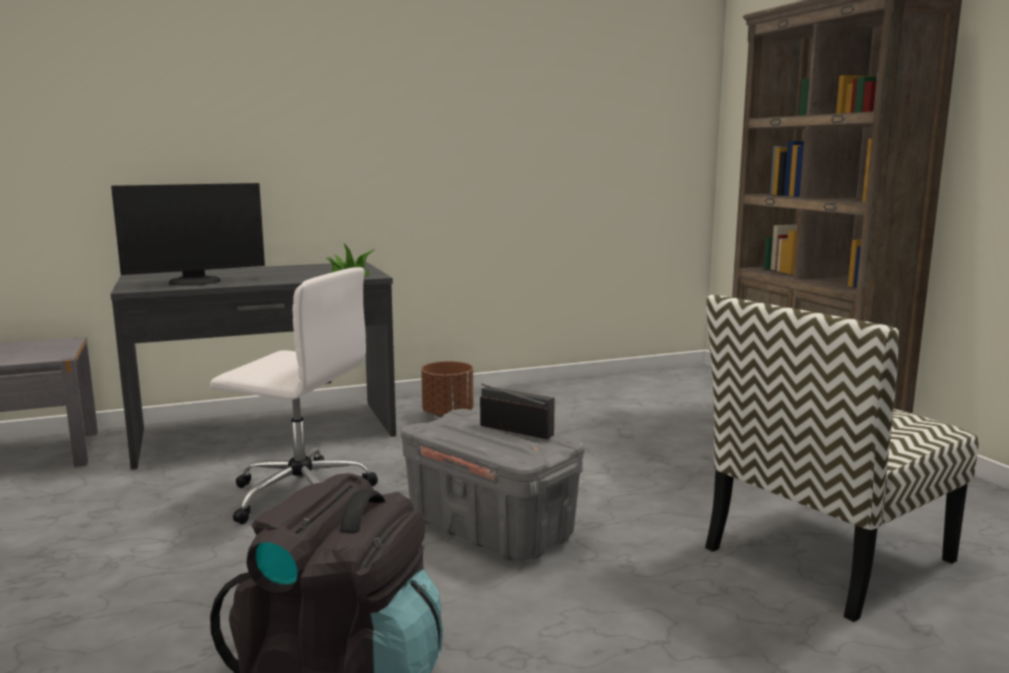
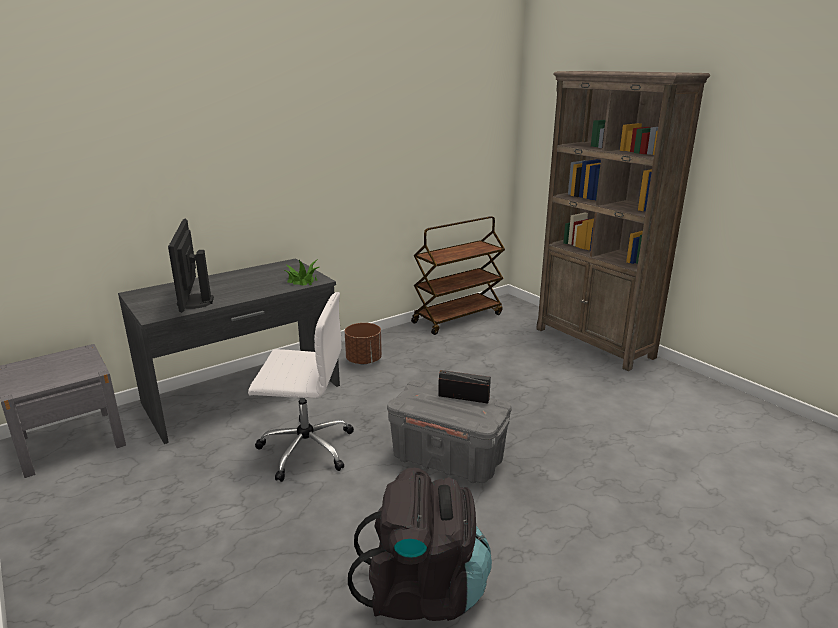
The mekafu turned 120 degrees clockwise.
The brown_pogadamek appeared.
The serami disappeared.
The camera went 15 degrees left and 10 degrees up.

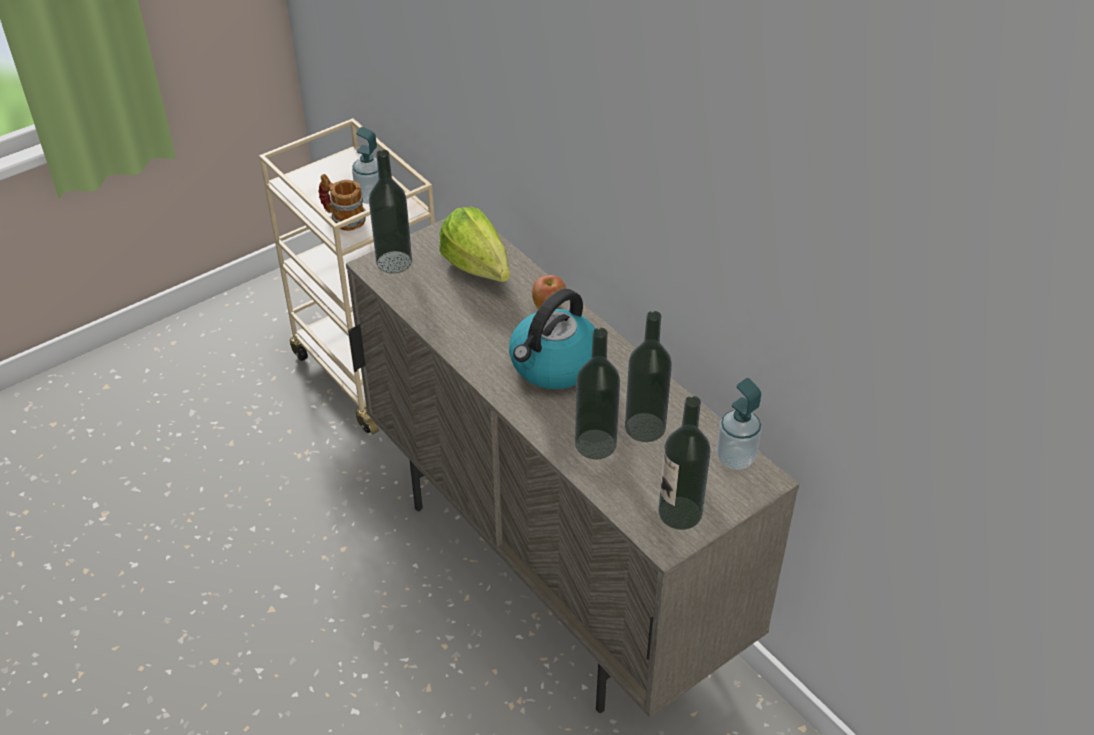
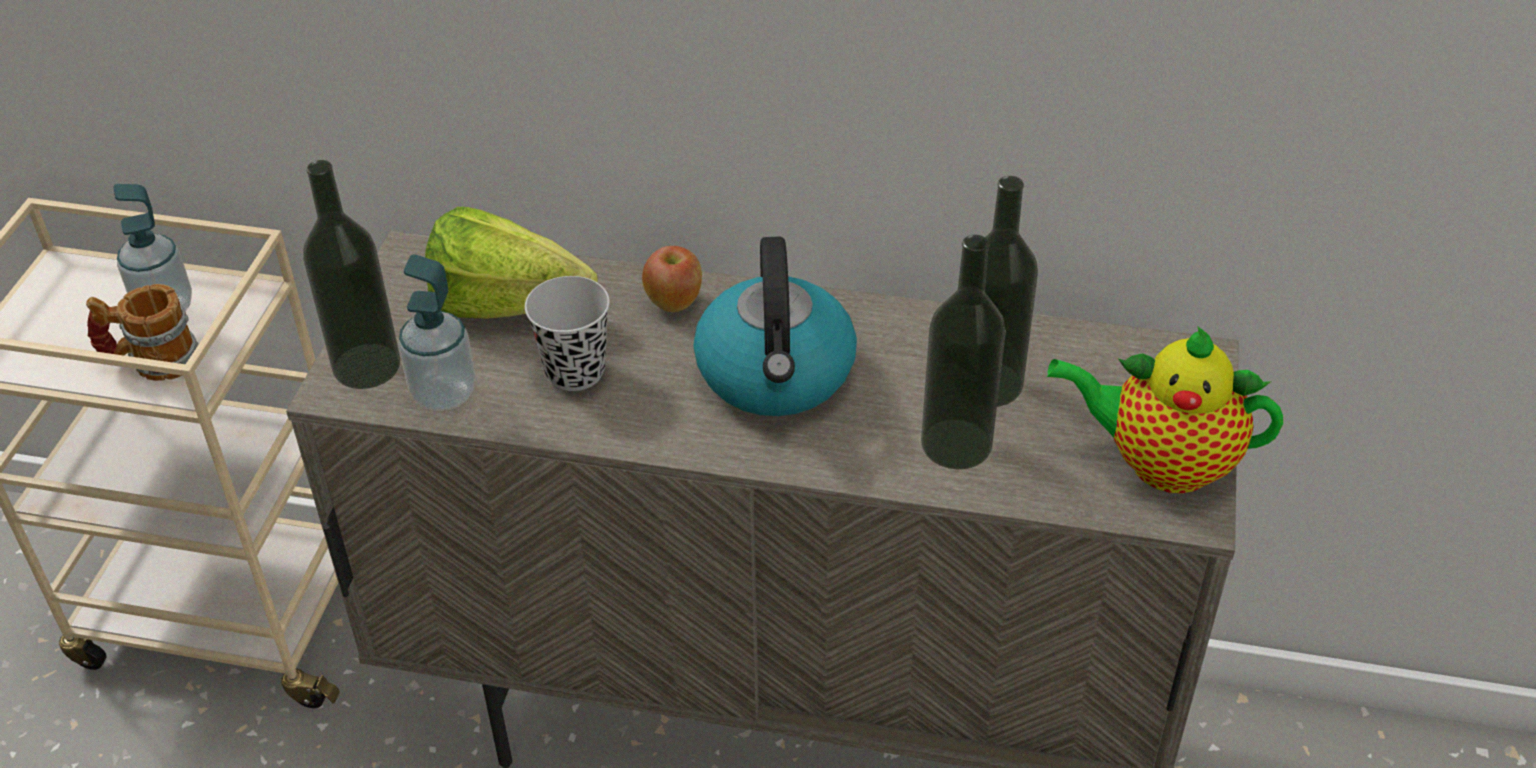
The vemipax (2nd from left) moved.
The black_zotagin appeared.
The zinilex (4th from left) was replaced by the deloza.
The camera went 40 degrees left and 0 degrees up.

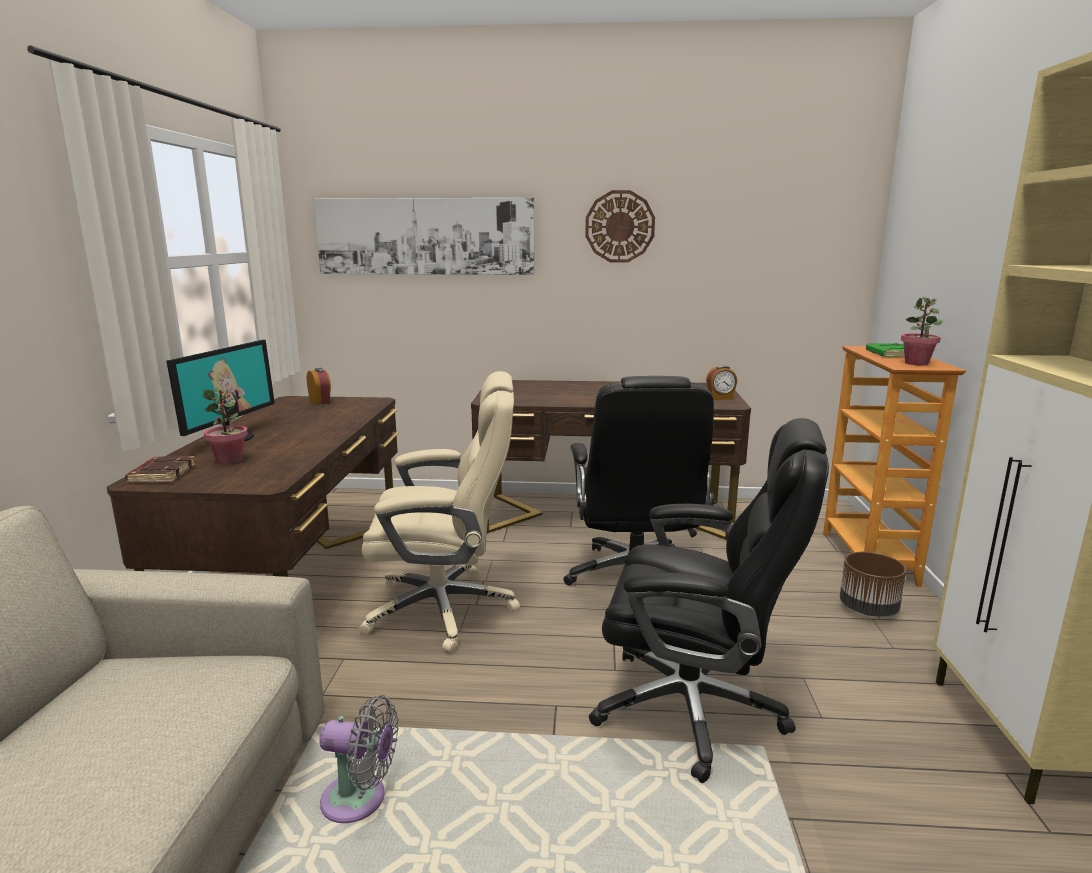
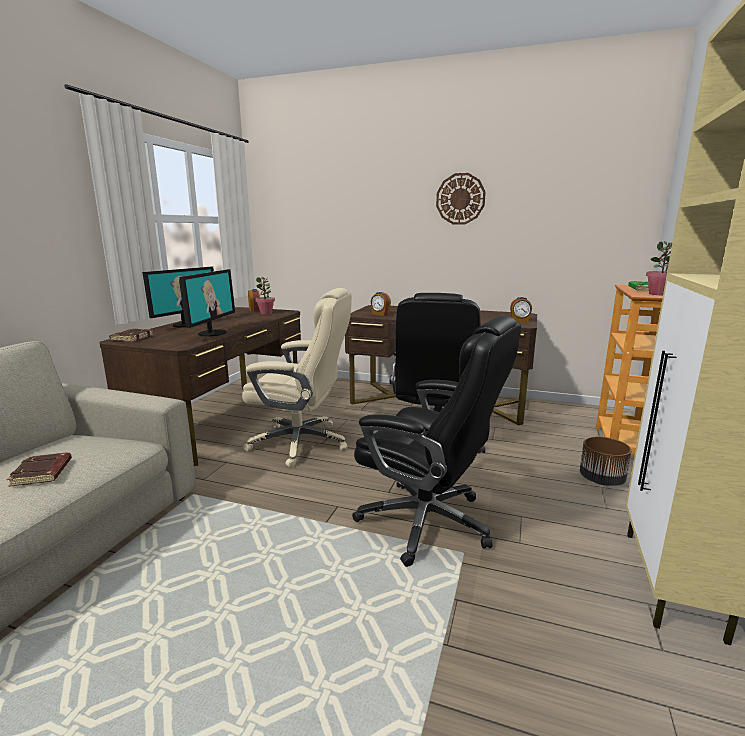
The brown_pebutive (1st from left) appeared.
The mekafu (2nd from left) appeared.
The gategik (1st from left) moved.
The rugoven (2nd from left) appeared.
The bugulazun disappeared.
The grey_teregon disappeared.
The camera went 15 degrees right and 0 degrees up.

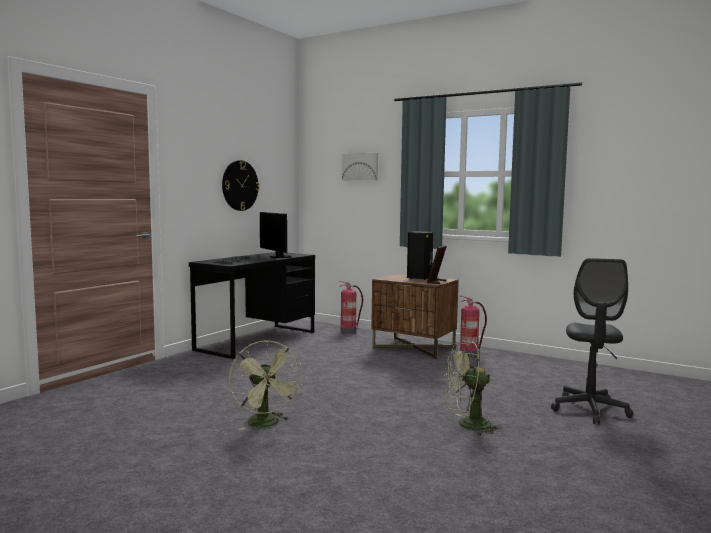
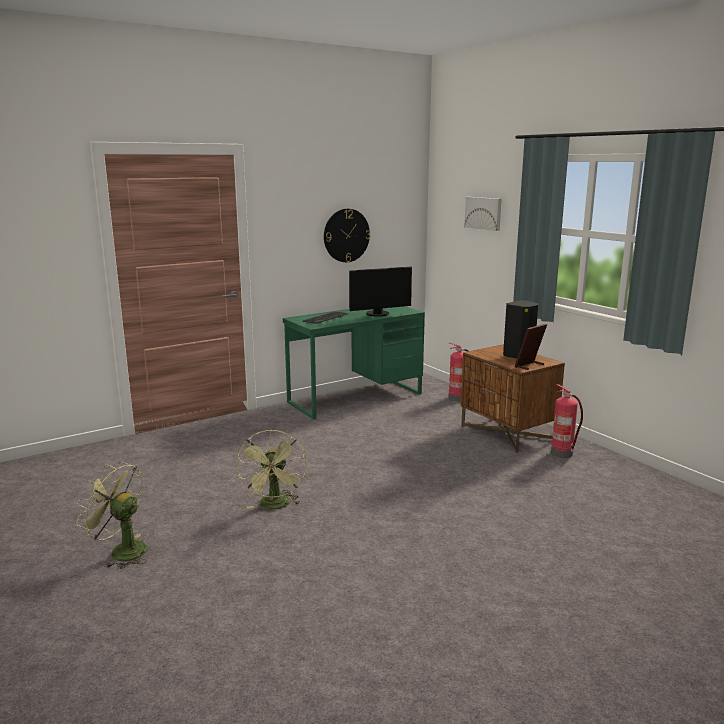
The green_teregon (2nd from left in the first image) moved.
The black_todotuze became the green_todotuze.
The mekafu turned 105 degrees counterclockwise.
The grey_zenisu disappeared.
The camera went 25 degrees right and 10 degrees up.

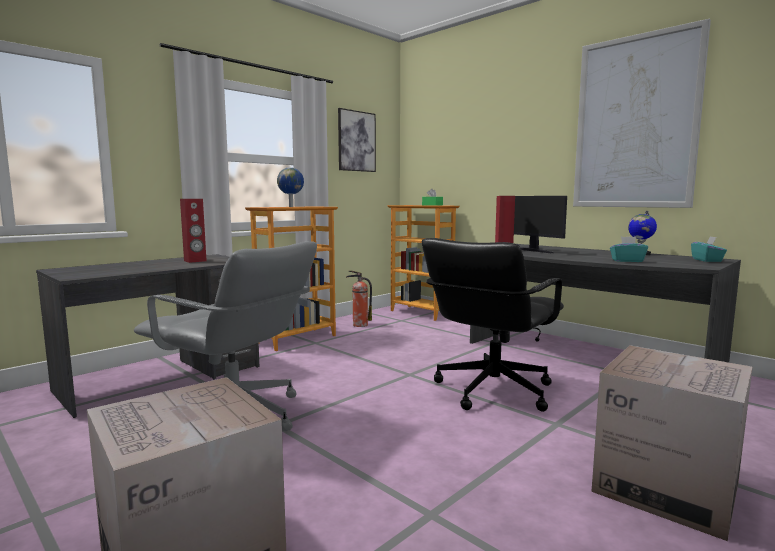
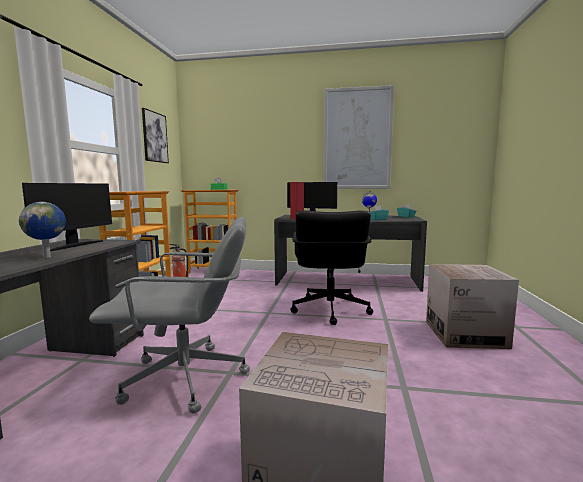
The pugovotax (1st from left) moved.
The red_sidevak (1st from left) was replaced by the mekafu (1st from left).
The camera went 35 degrees left and 0 degrees up.

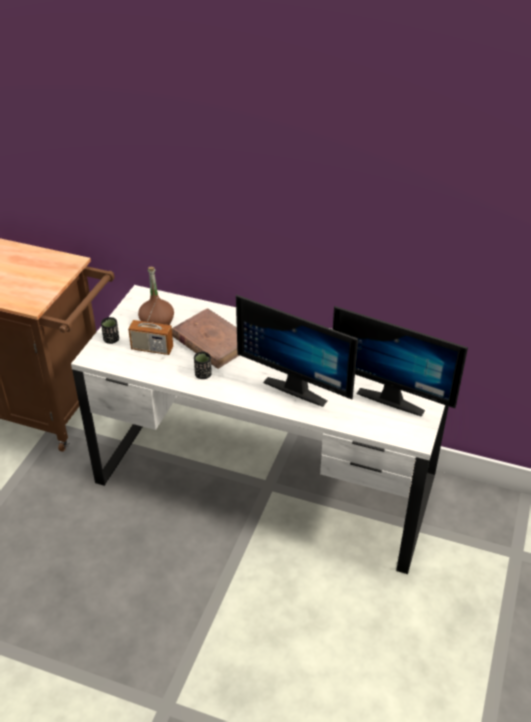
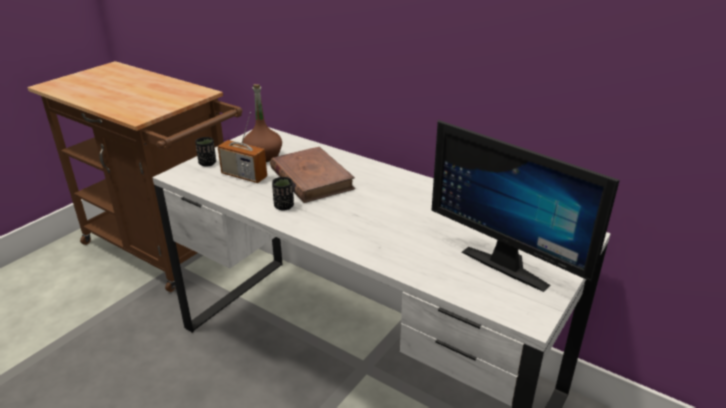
The mekafu (1st from left) disappeared.
The camera went 15 degrees right and 10 degrees down.

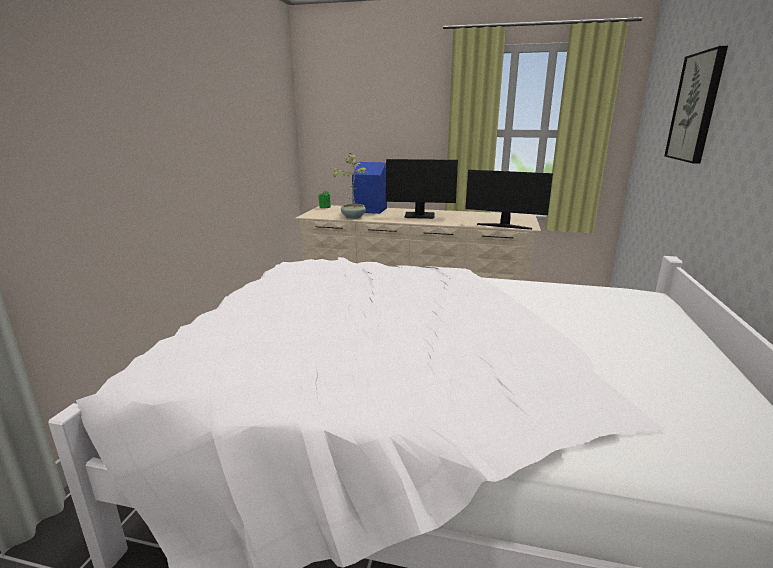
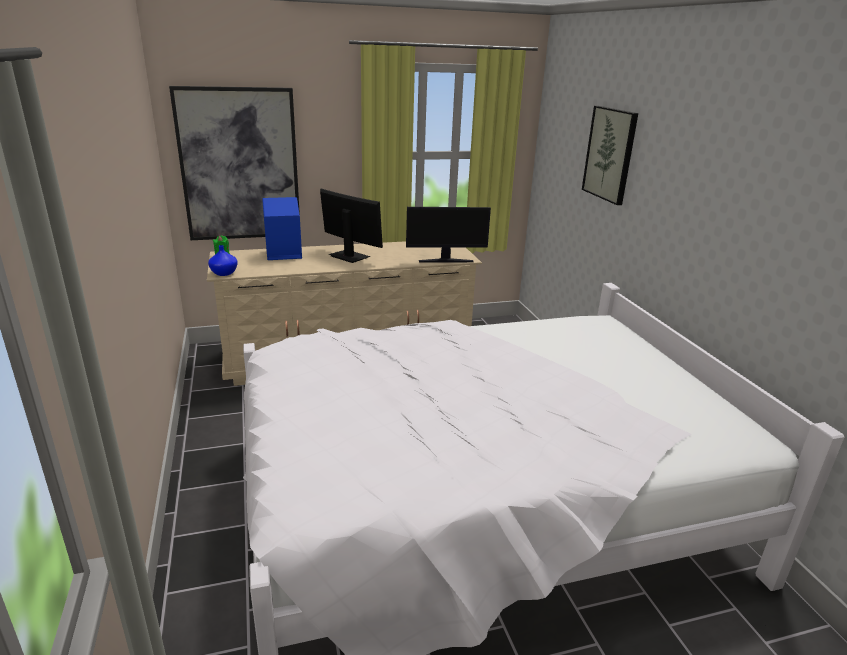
The bugulazun (1st from left) appeared.
The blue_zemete appeared.
The mekafu (1st from left) turned 120 degrees counterclockwise.
The gategik disappeared.
The camera went 30 degrees left and 5 degrees up.

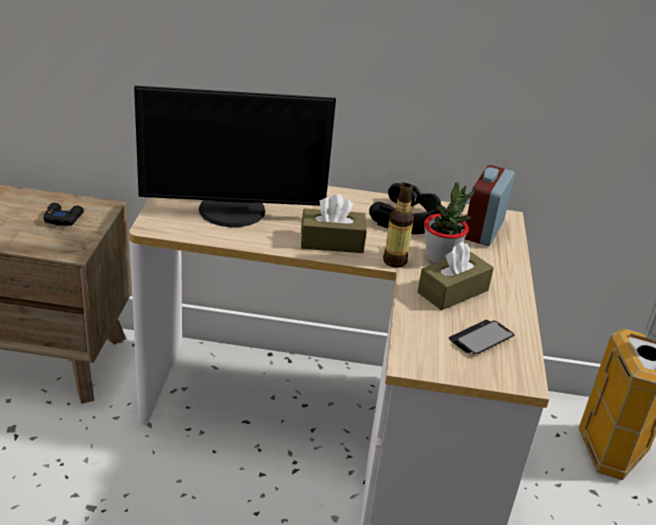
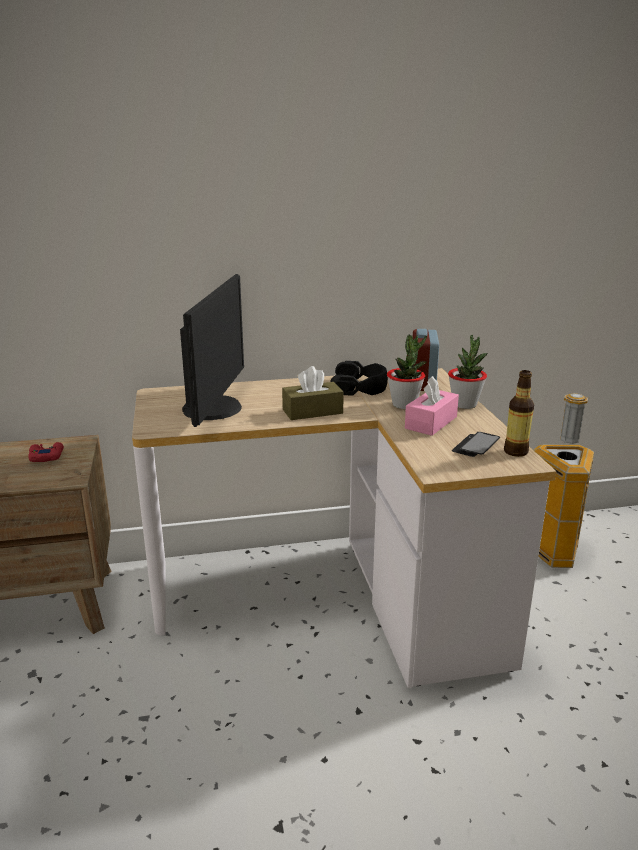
The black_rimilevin became the red_rimilevin.
The mekafu turned 60 degrees counterclockwise.
The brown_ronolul (2nd from left) became the pink_ronolul.
The gategik (2nd from left) appeared.
The zinilex moved.
The camera went 15 degrees left and 10 degrees down.

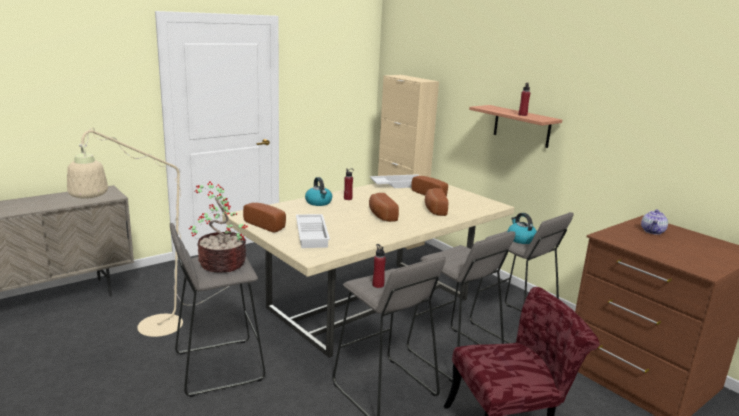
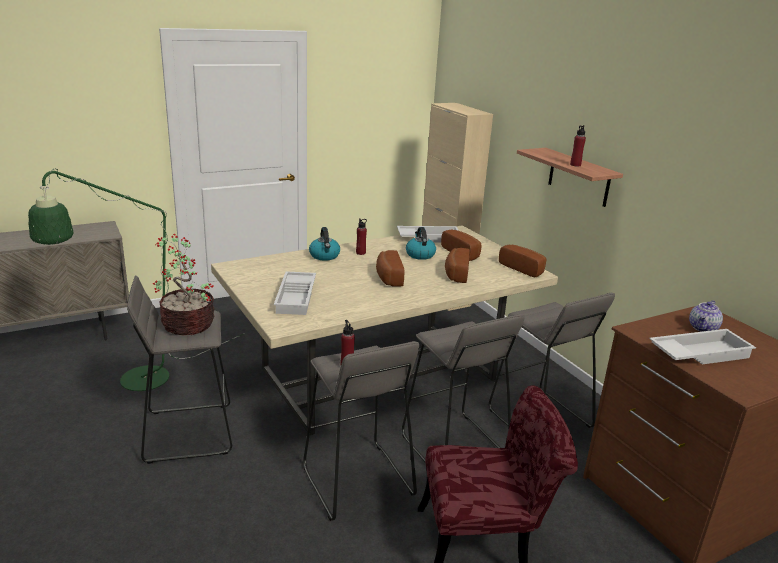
The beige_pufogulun became the green_pufogulun.
The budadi (2nd from left) moved.
The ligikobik (1st from left in the first image) moved.
The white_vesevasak (3rd from left) appeared.
The camera went 10 degrees right and 5 degrees up.

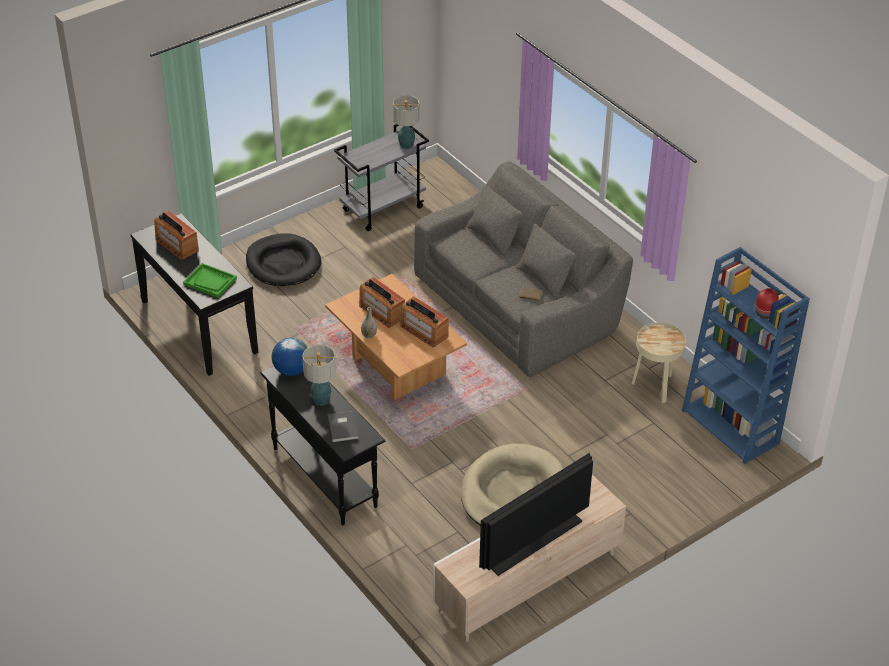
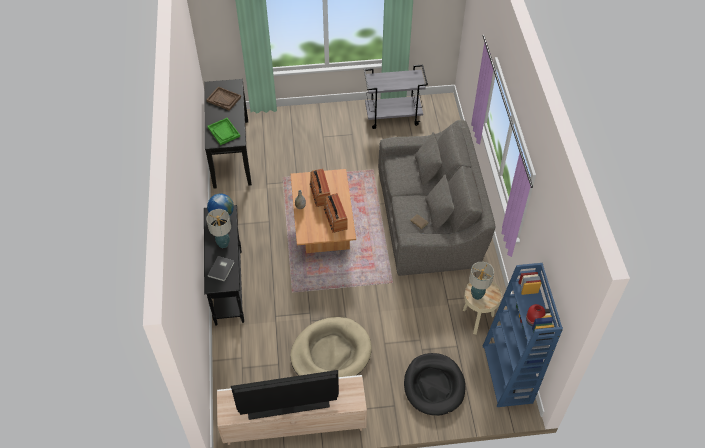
The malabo (1st from left) was replaced by the brown_vesevasak.
The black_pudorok moved.
The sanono (2nd from left) moved.
The camera went 30 degrees right and 10 degrees up.

